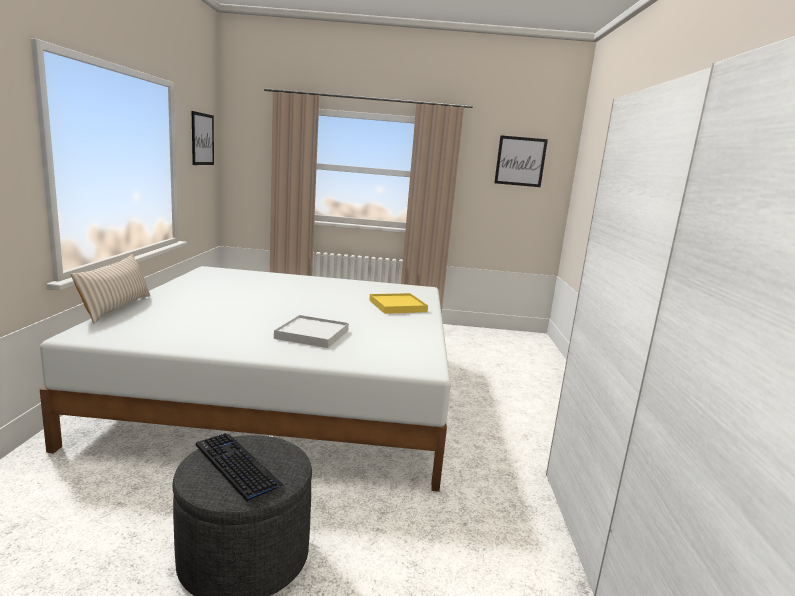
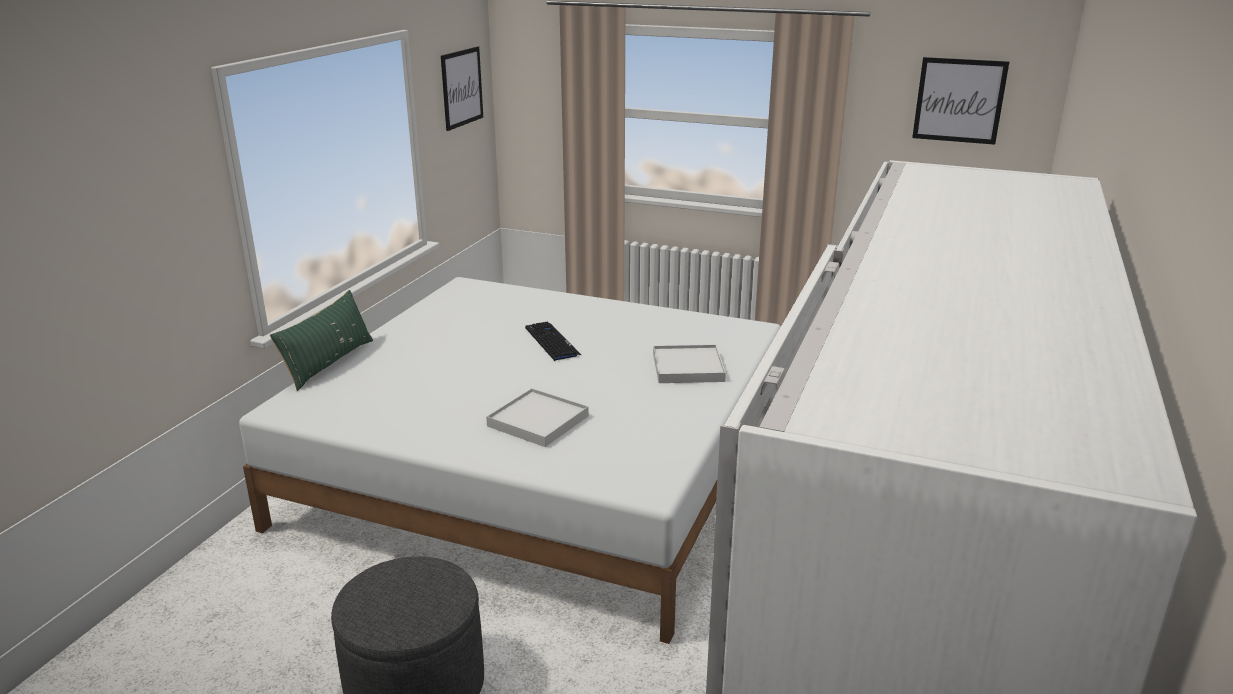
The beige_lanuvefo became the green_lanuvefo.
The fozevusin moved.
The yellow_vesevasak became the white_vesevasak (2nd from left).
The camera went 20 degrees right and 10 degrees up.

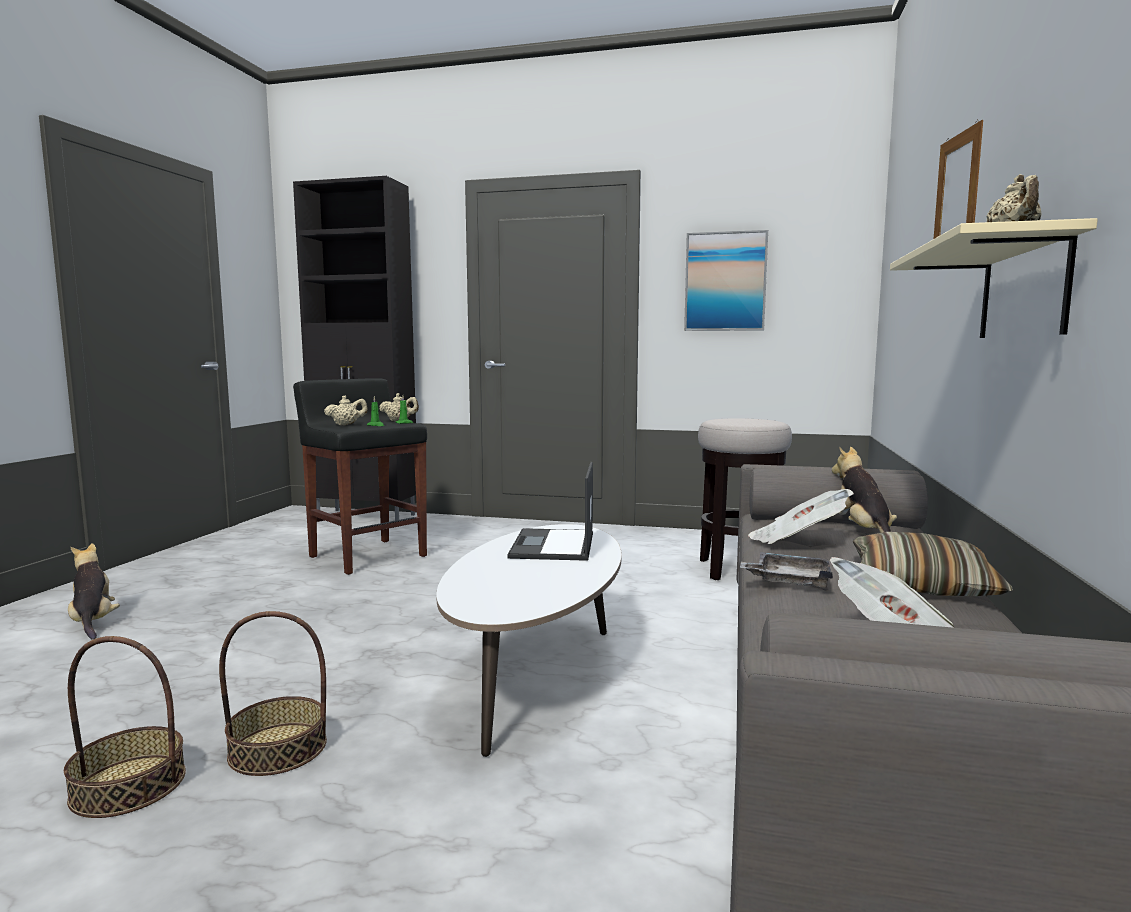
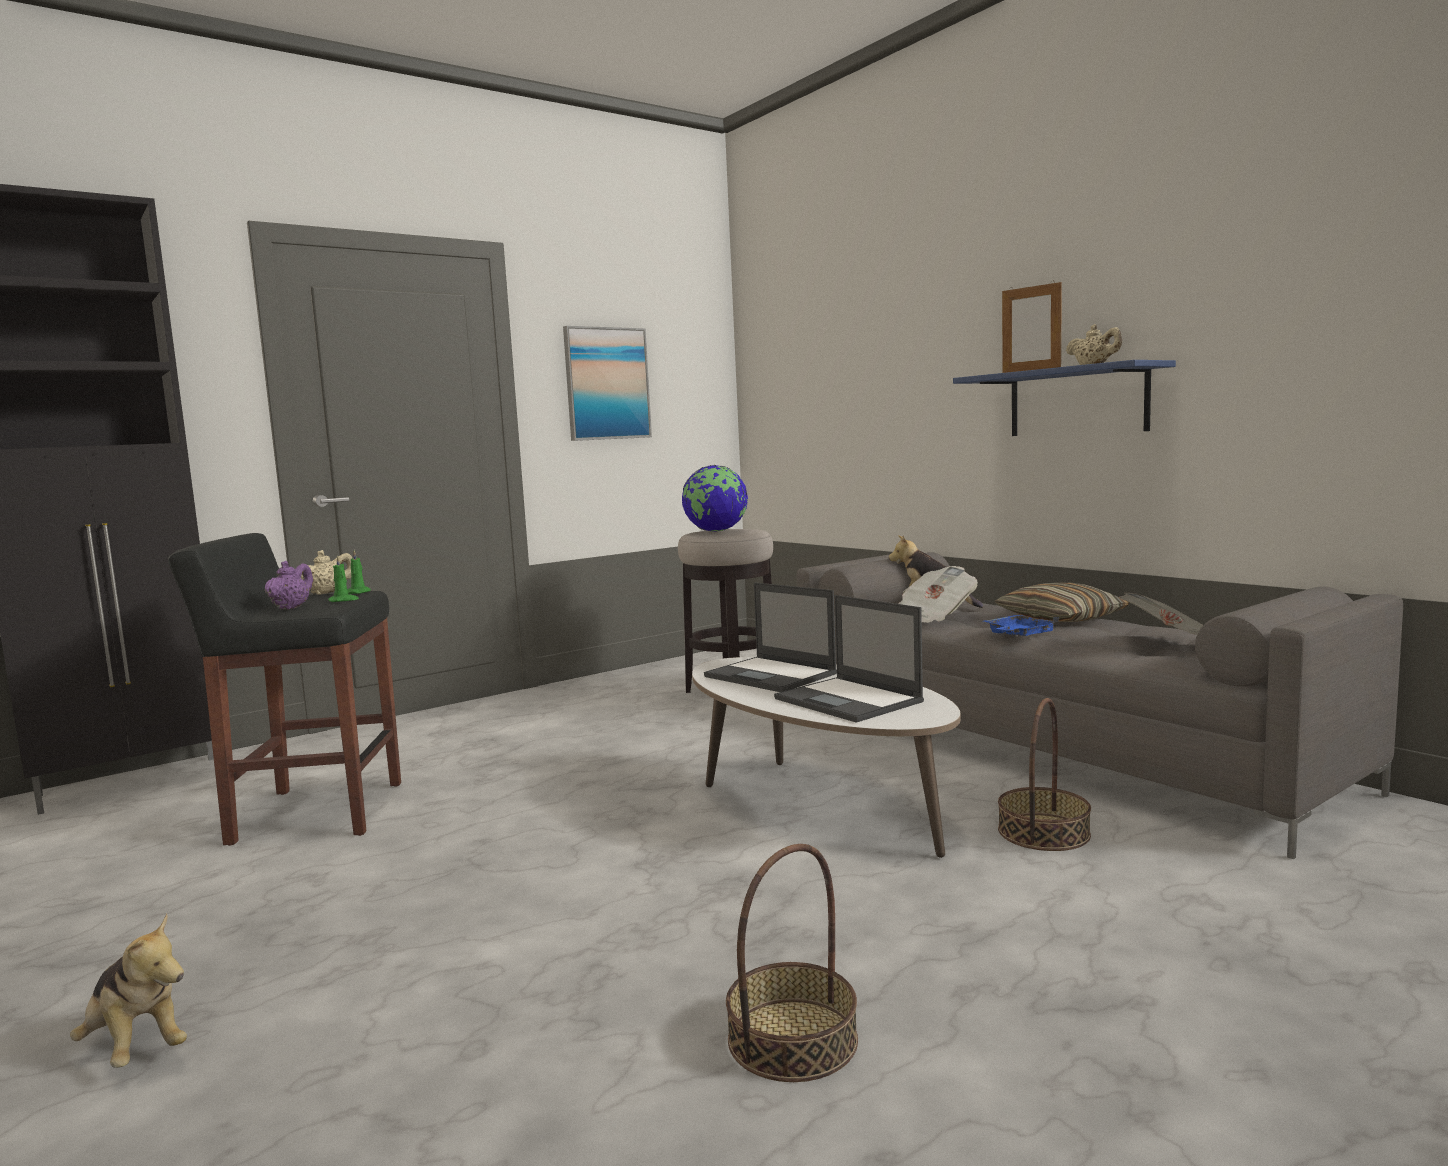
The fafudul (1st from left) turned 150 degrees counterclockwise.
The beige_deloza (1st from left) became the purple_deloza.
The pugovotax appeared.
The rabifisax (2nd from left) appeared.
The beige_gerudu became the blue_gerudu.
The grey_vesevasak became the blue_vesevasak.
The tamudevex (2nd from left) moved.
The camera went 50 degrees left and 0 degrees up.

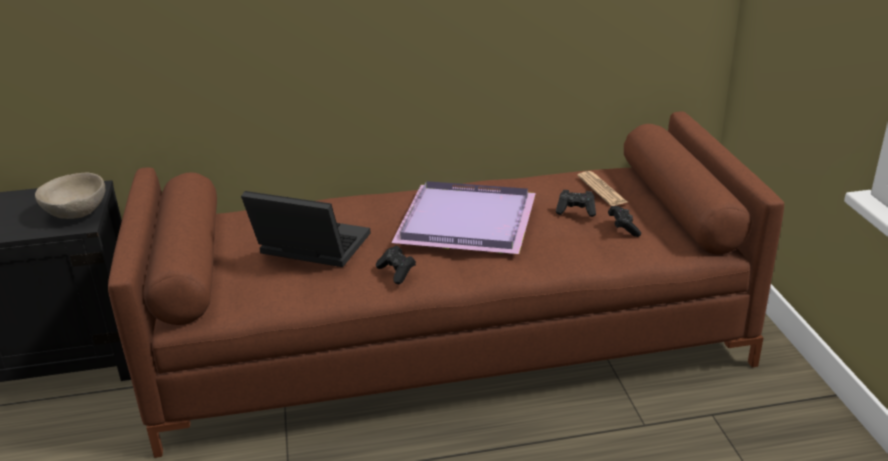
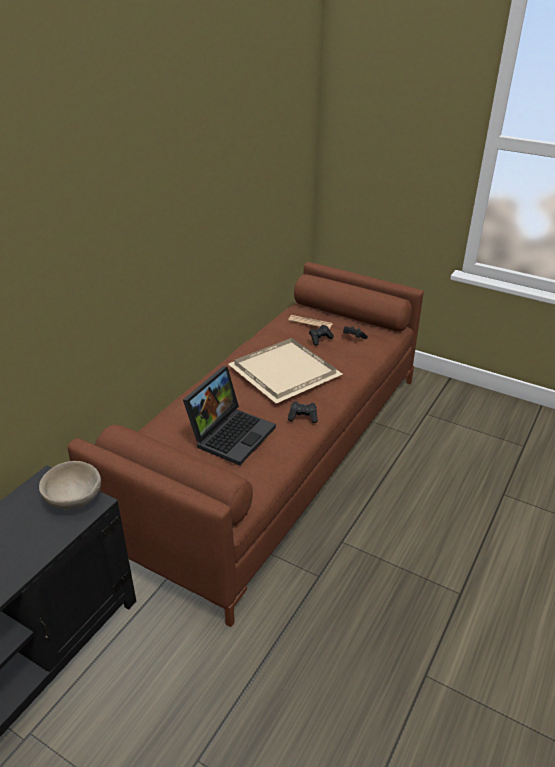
The rabifisax turned 150 degrees clockwise.
The purple_vesevasak became the beige_vesevasak.
The camera went 50 degrees left and 5 degrees up.

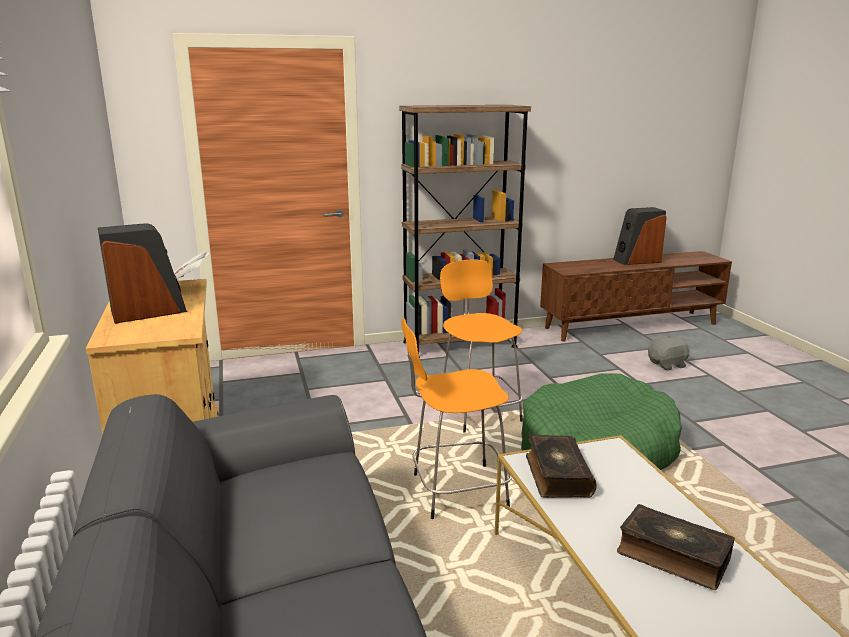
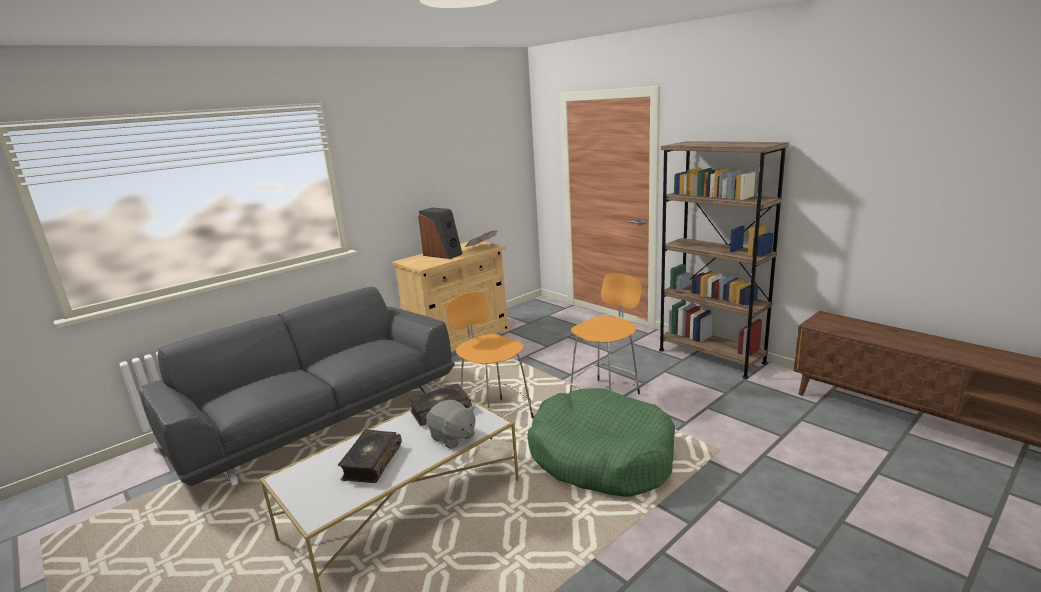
The grey_fafudul moved.
The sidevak (2nd from left) disappeared.
The camera went 65 degrees right and 0 degrees up.

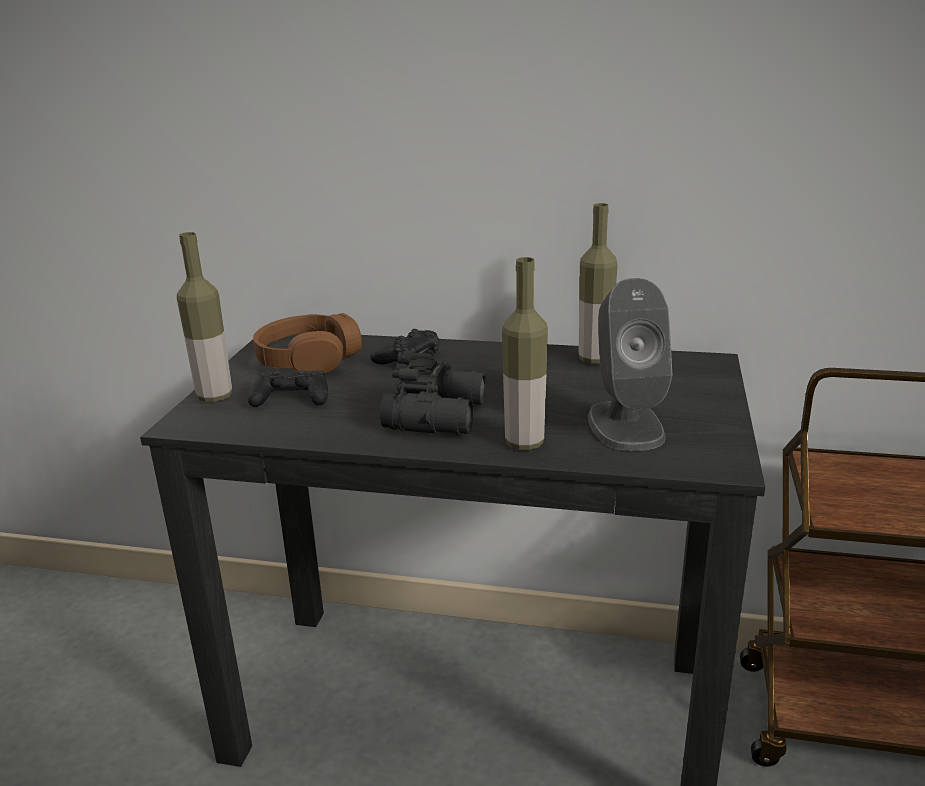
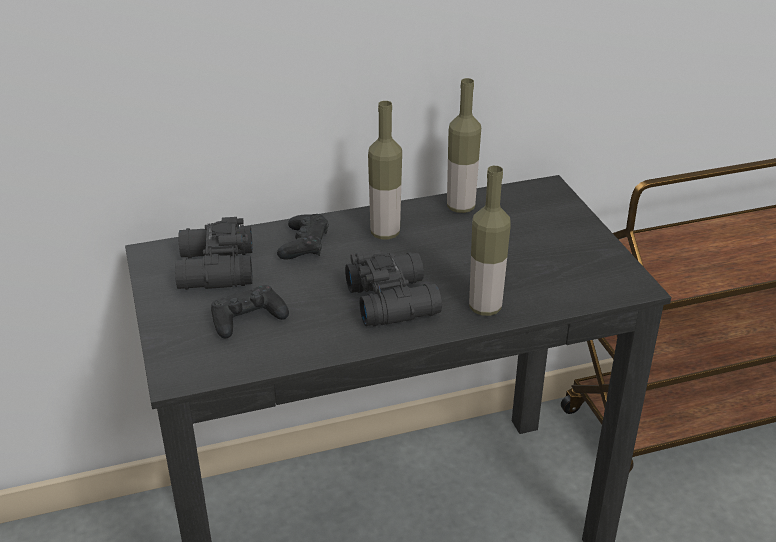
The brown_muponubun was replaced by the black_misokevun (1st from left).
The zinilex (1st from left) moved.
The grey_sidevak disappeared.
The camera went 30 degrees left and 10 degrees up.

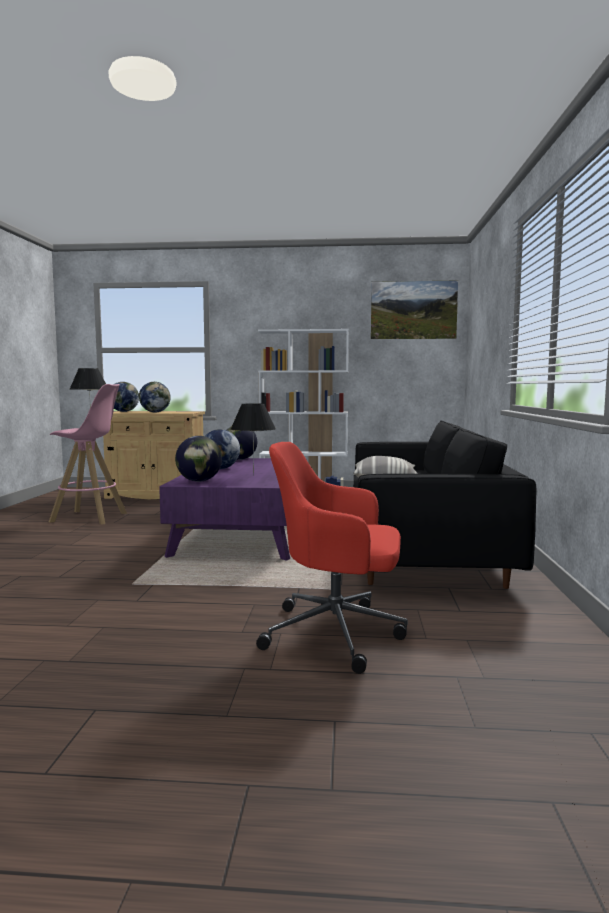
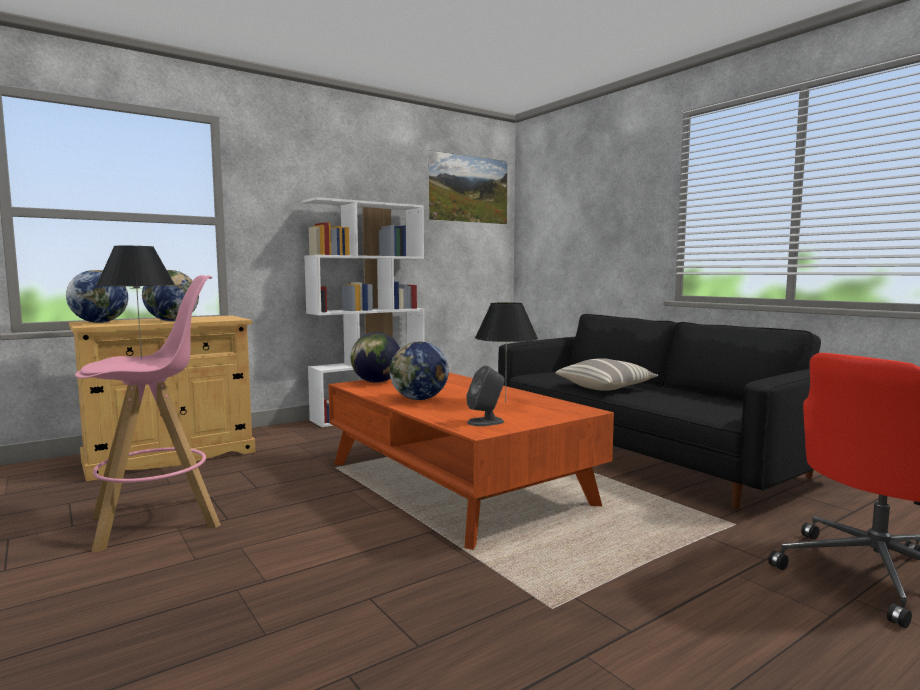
The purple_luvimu became the orange_luvimu.
The pugovotax (3rd from left) was replaced by the grey_sidevak.
The camera went 40 degrees left and 0 degrees up.

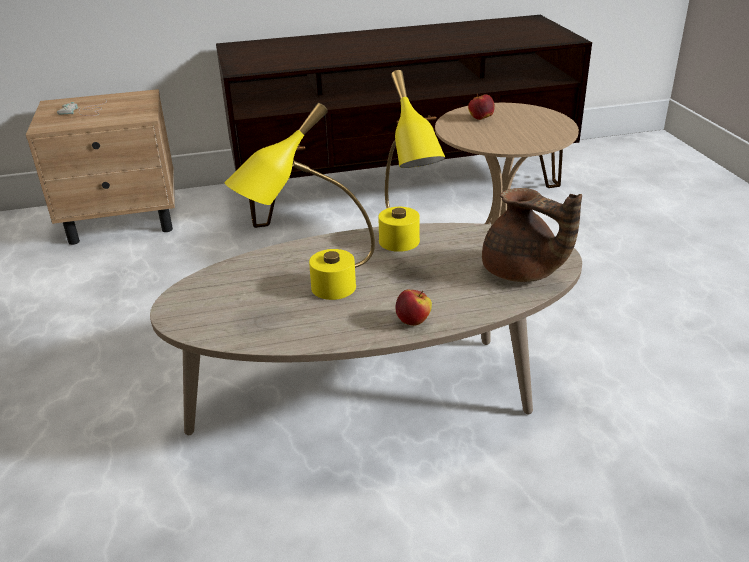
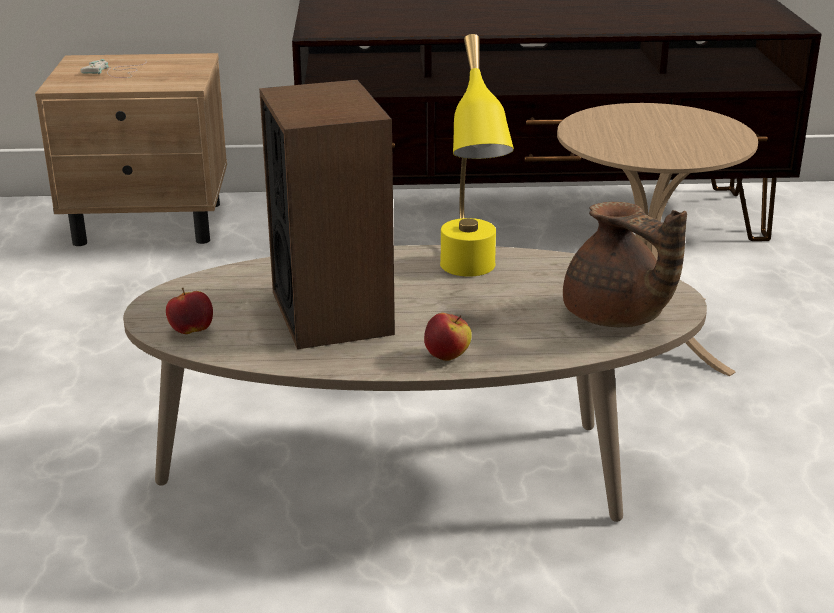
The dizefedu (2nd from left in the first image) moved.
The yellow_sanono (1st from left) was replaced by the sidevak.
The camera went 10 degrees right and 5 degrees down.

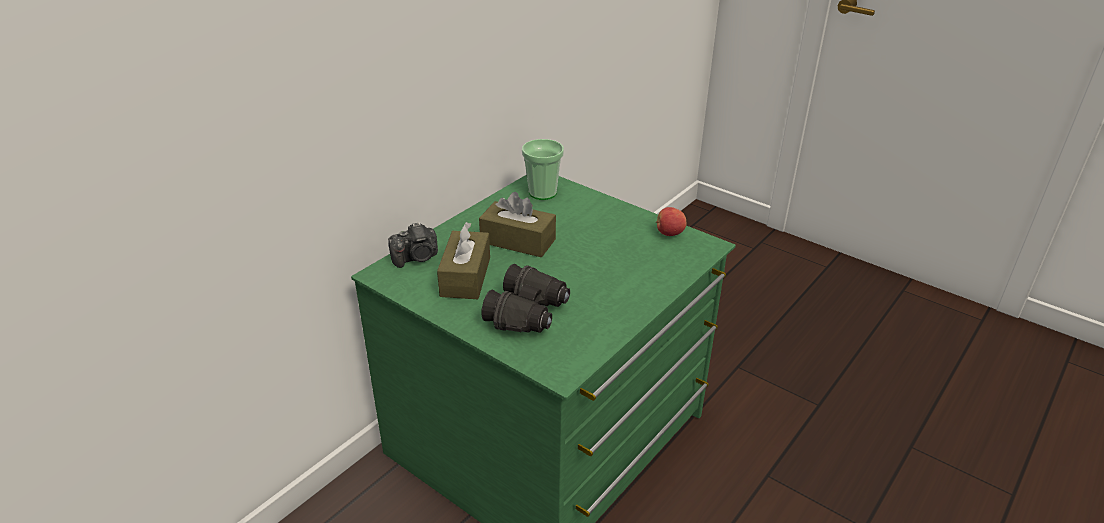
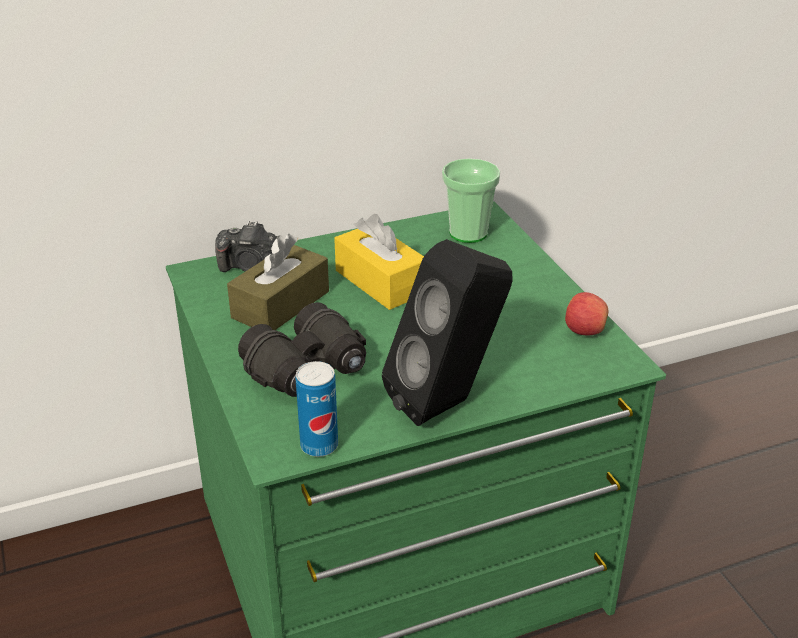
The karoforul appeared.
The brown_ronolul (2nd from left) became the yellow_ronolul.
The black_sidevak appeared.
The camera went 30 degrees right and 0 degrees up.

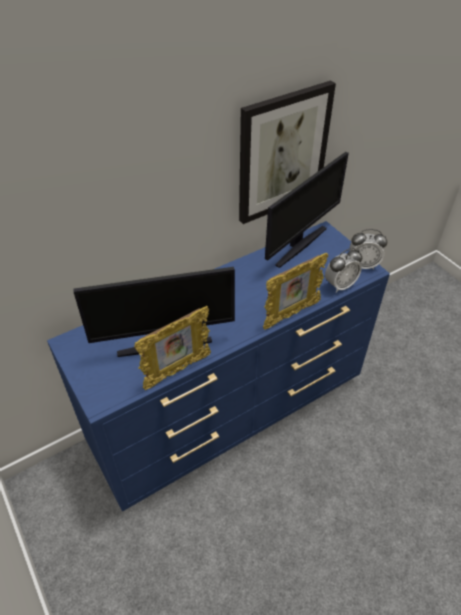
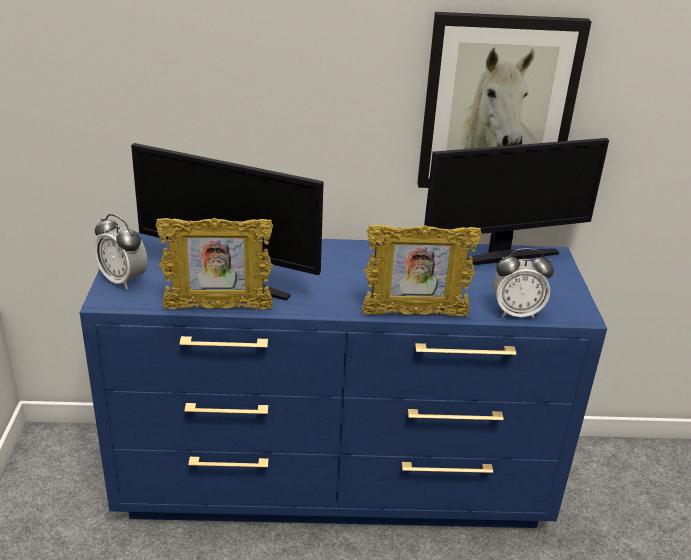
The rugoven (2nd from left in the first image) moved.
The camera went 30 degrees right and 15 degrees down.

